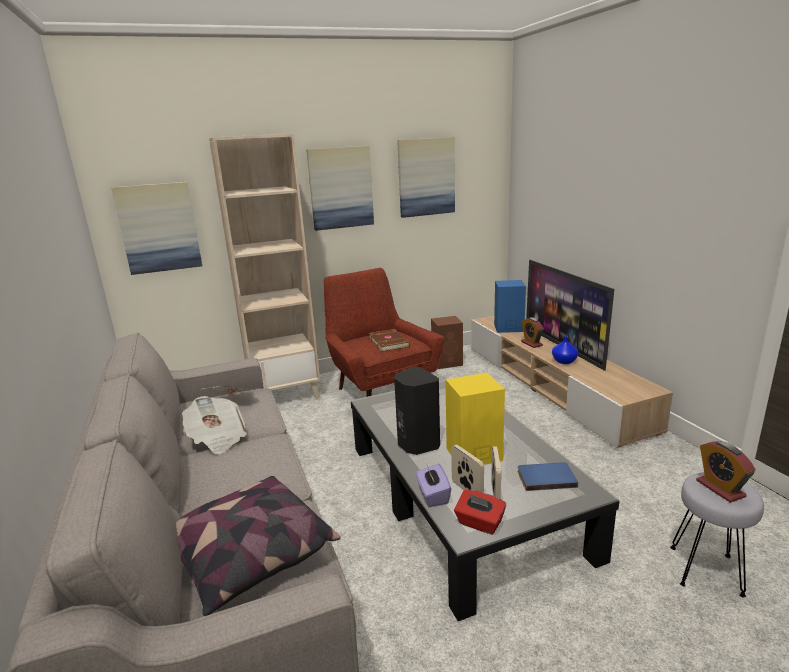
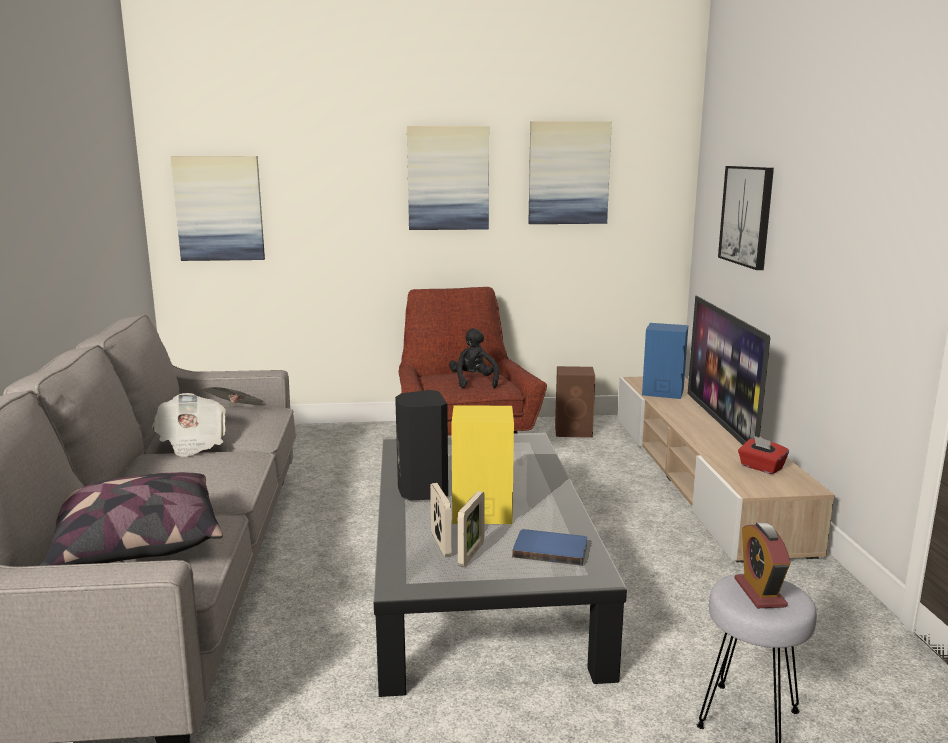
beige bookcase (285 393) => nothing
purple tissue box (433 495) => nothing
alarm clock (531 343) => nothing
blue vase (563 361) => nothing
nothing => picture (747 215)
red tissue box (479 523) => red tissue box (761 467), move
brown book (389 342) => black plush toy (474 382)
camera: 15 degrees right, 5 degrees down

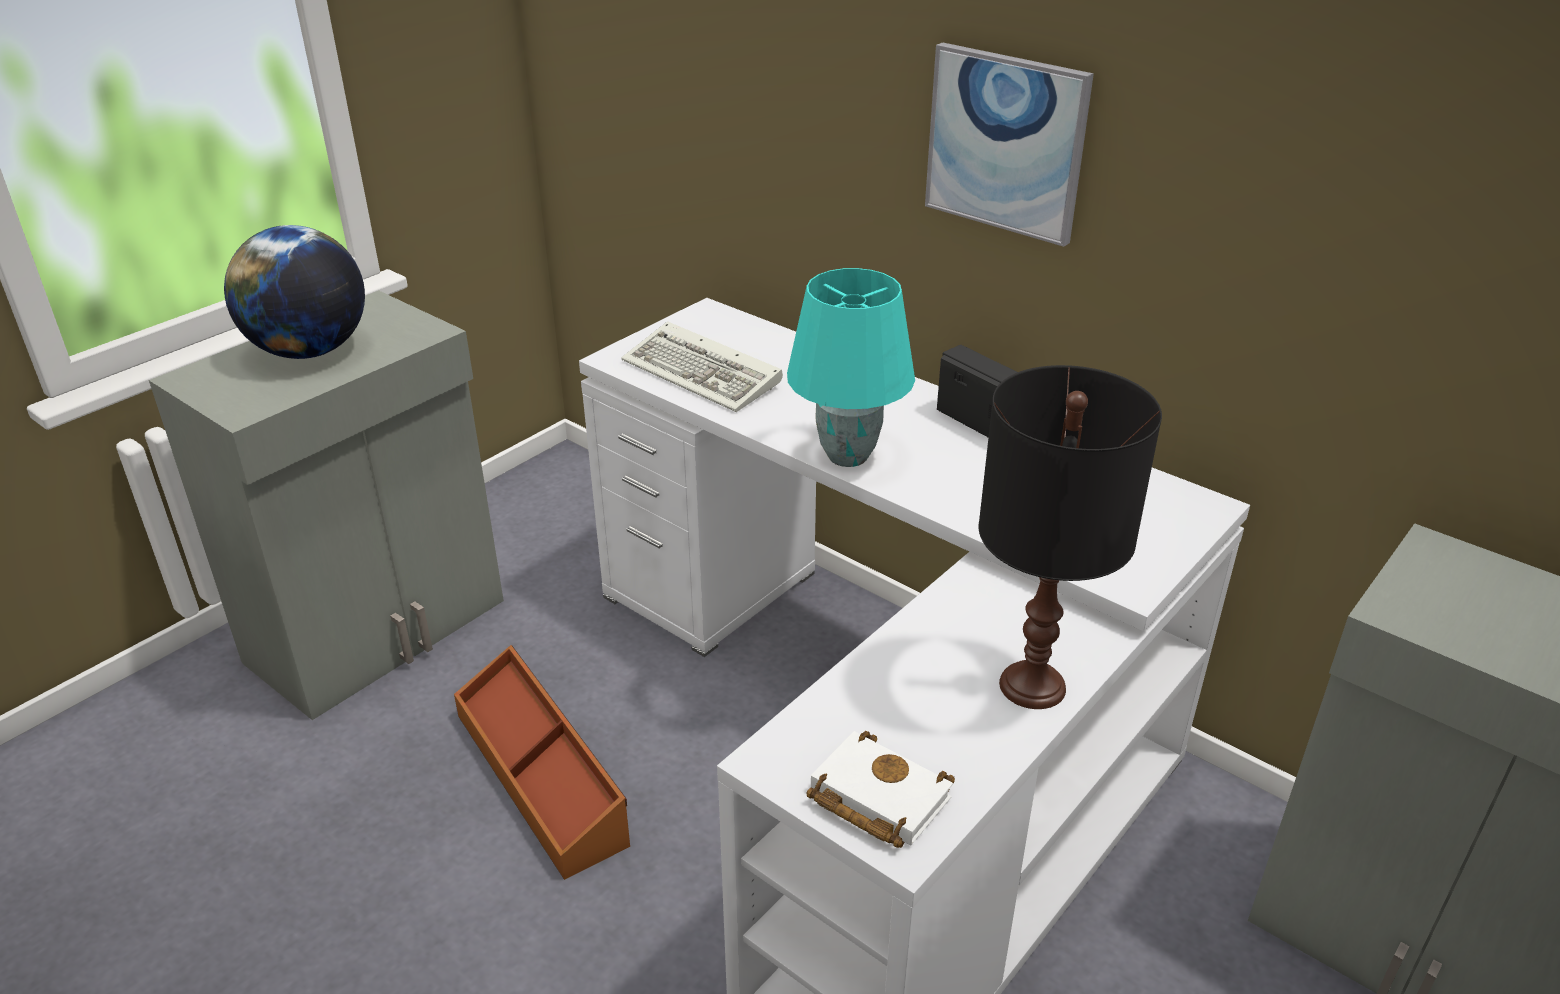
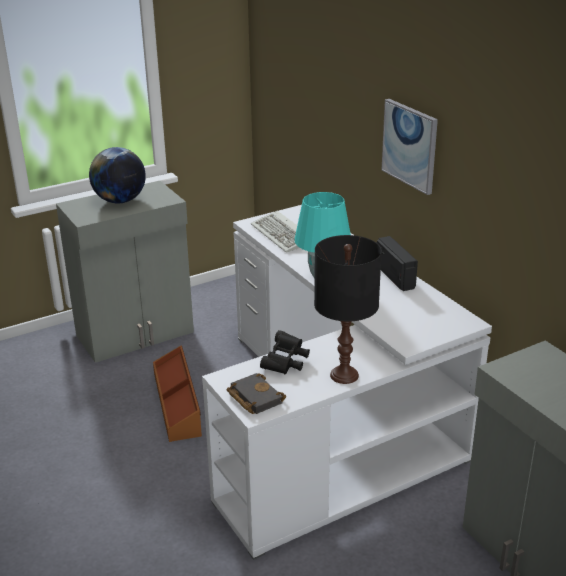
nothing => black binoculars (285 362)
white book (874 797) => black book (253 397)
camera: 20 degrees right, 5 degrees down

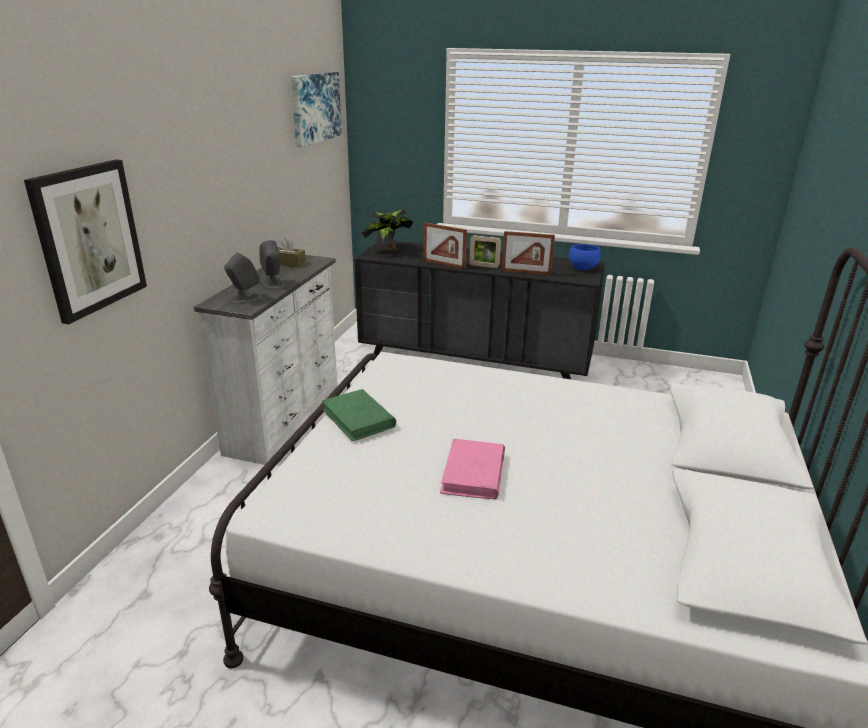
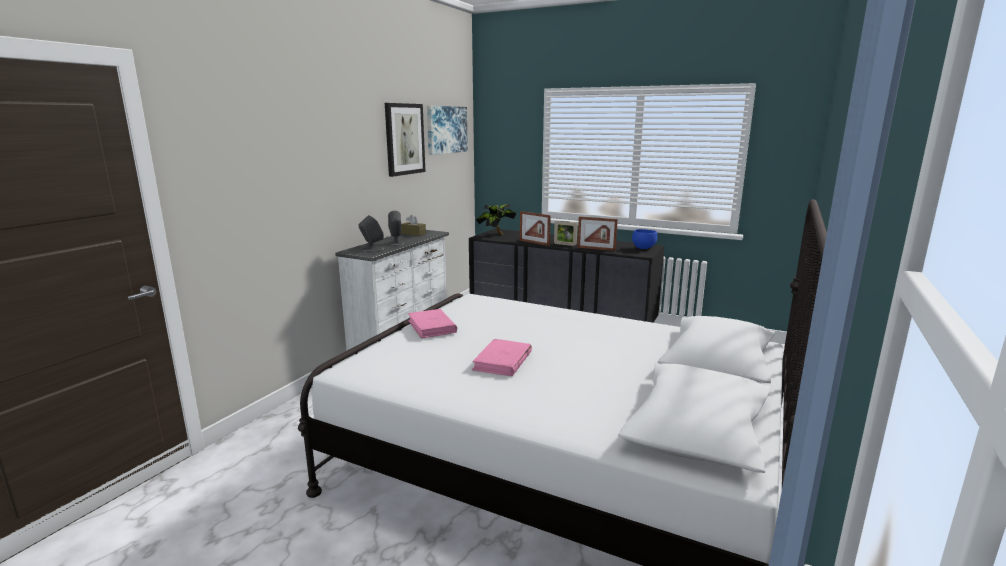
picture (89 239) => picture (404 139), move
green book (358 418) => pink book (432 326)
camera: 10 degrees right, 10 degrees down

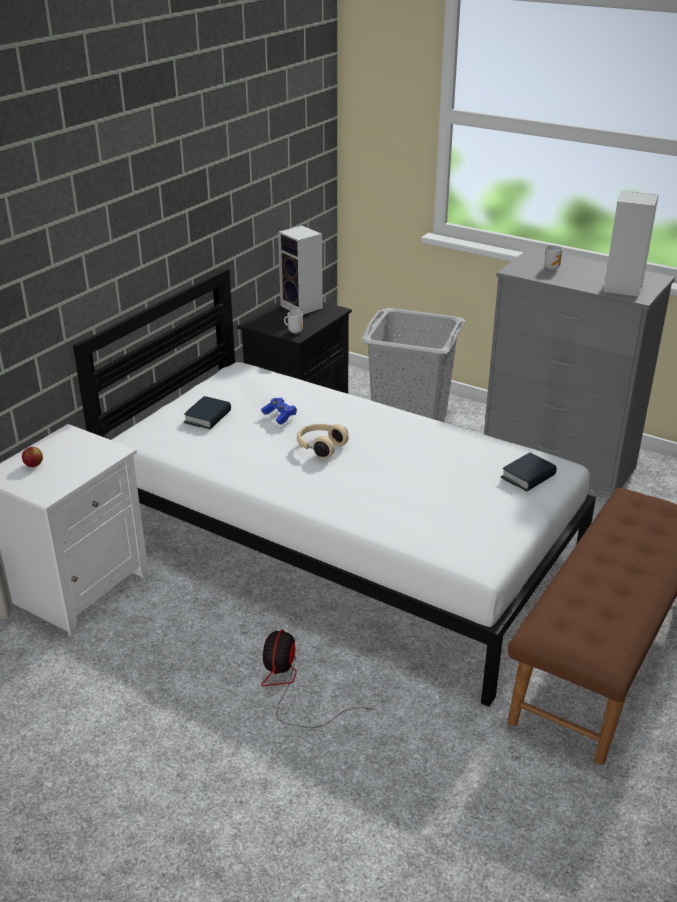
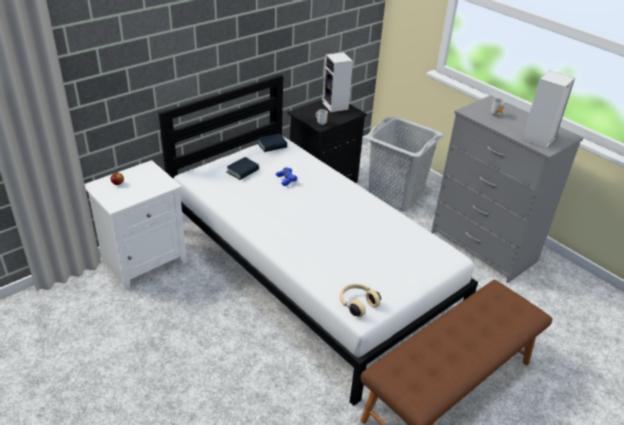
fan (292 688) => nothing
beige headphones (320 447) => beige headphones (357 304), move
book (528 477) => book (272 145), move
camera: 15 degrees right, 5 degrees up

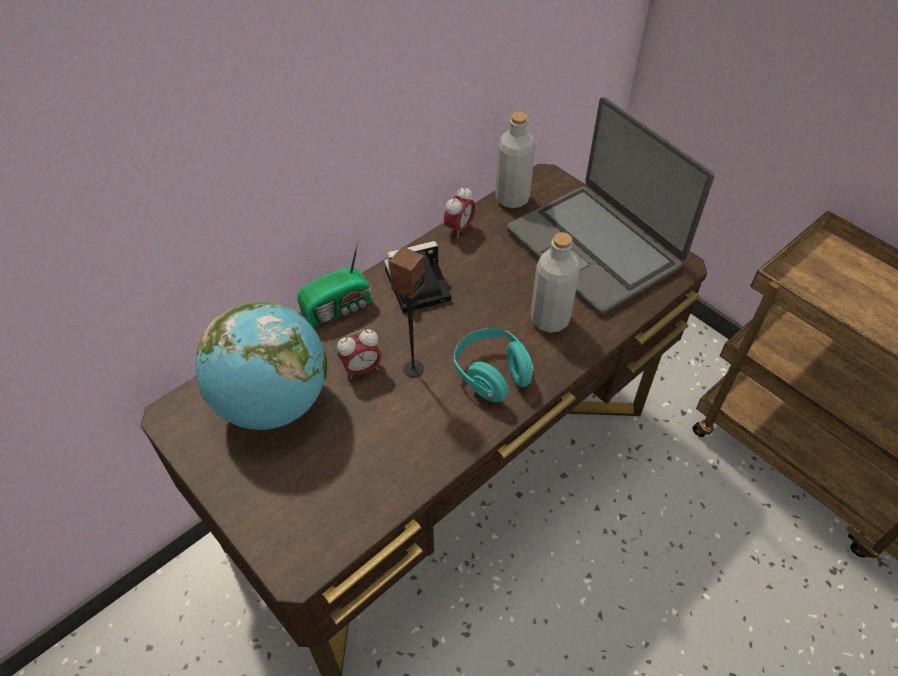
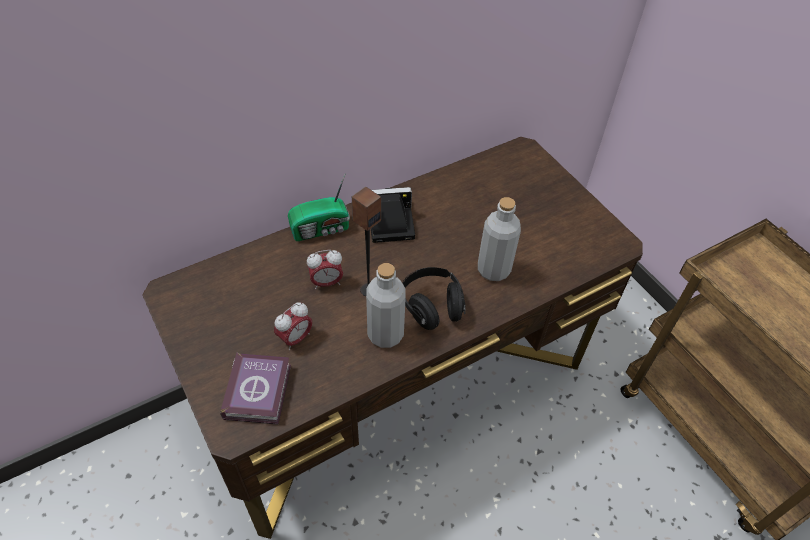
globe (273 403) => nothing
laptop (594 248) => nothing
nothing => book (259 390)
alarm clock (459 229) => alarm clock (295 338), move
grey bottle (512 198) => grey bottle (385 334), move
turquoise headphones (491 375) => black headphones (432 307)
camera: 10 degrees right, 0 degrees up

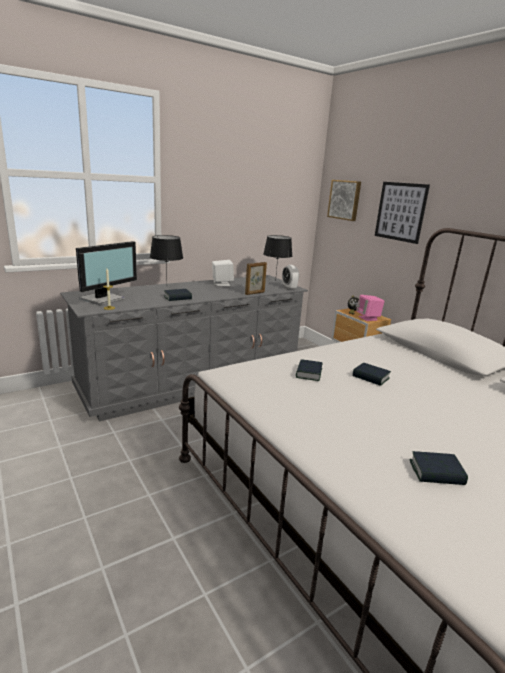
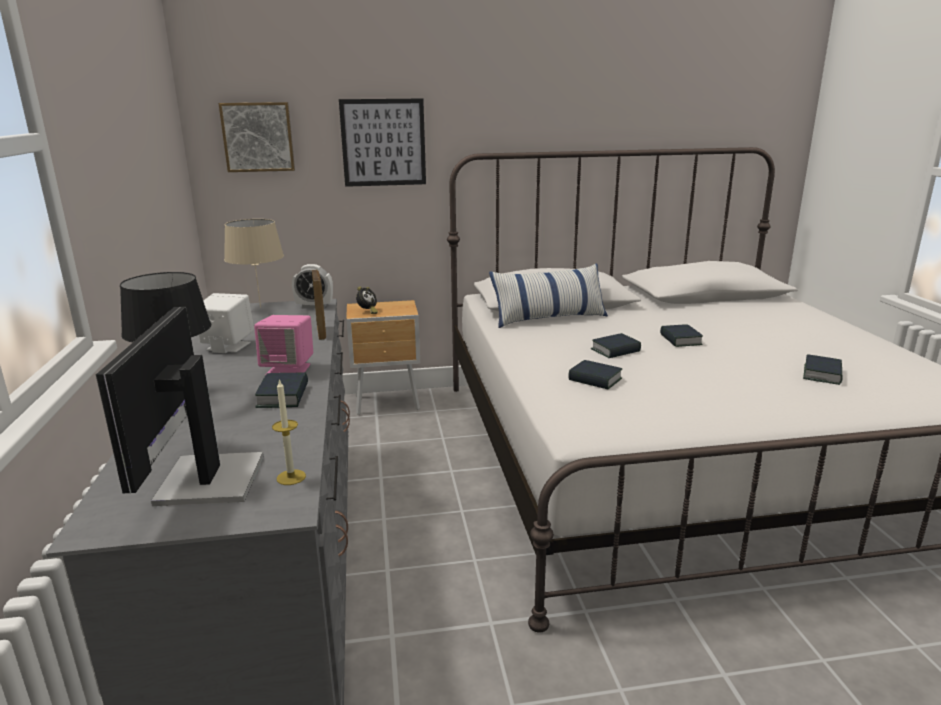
nothing => pillow (549 318)
nothing => book (680 340)
pink speaker (368 318) => pink speaker (289 370), move
black table lamp (275 281) => beige table lamp (260 307)
monitor (104 299) => monitor (205 481), 150 degrees counterclockwise
camera: 65 degrees left, 0 degrees up

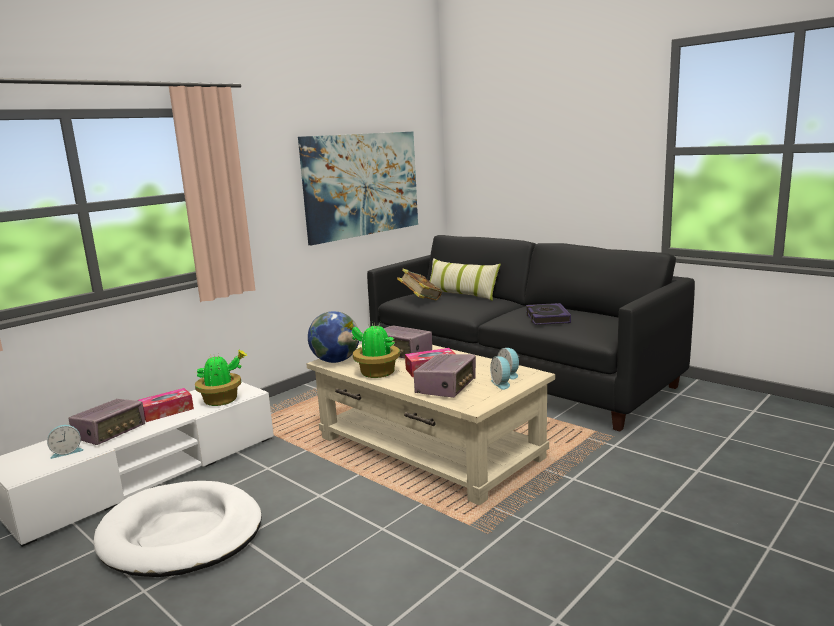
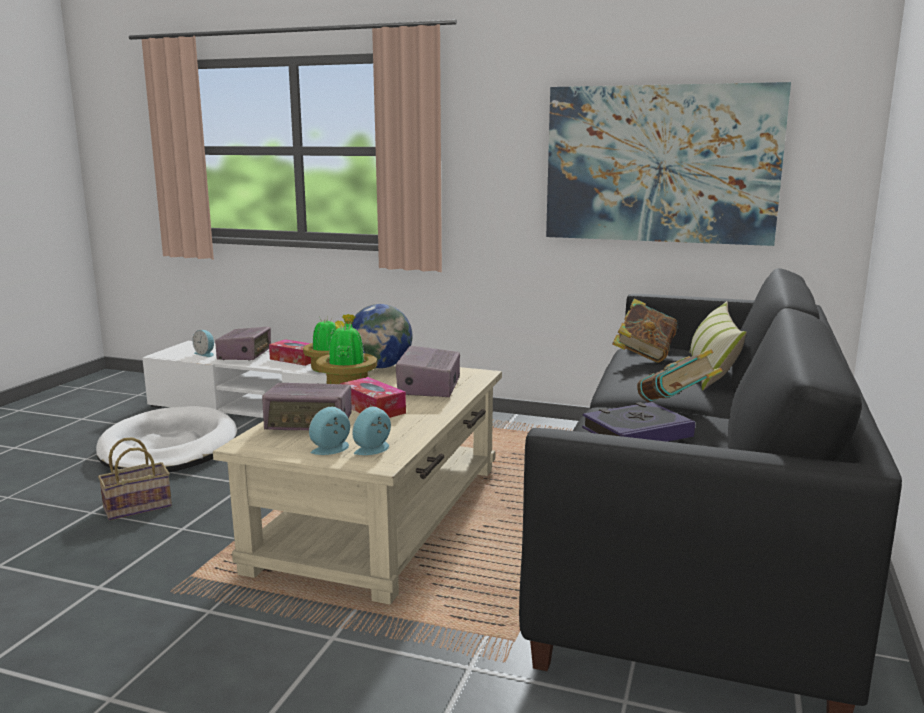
nothing => basket (139 506)
nothing => book (676 407)
radio (110 432) => radio (245 355), 90 degrees counterclockwise
camera: 65 degrees right, 0 degrees up

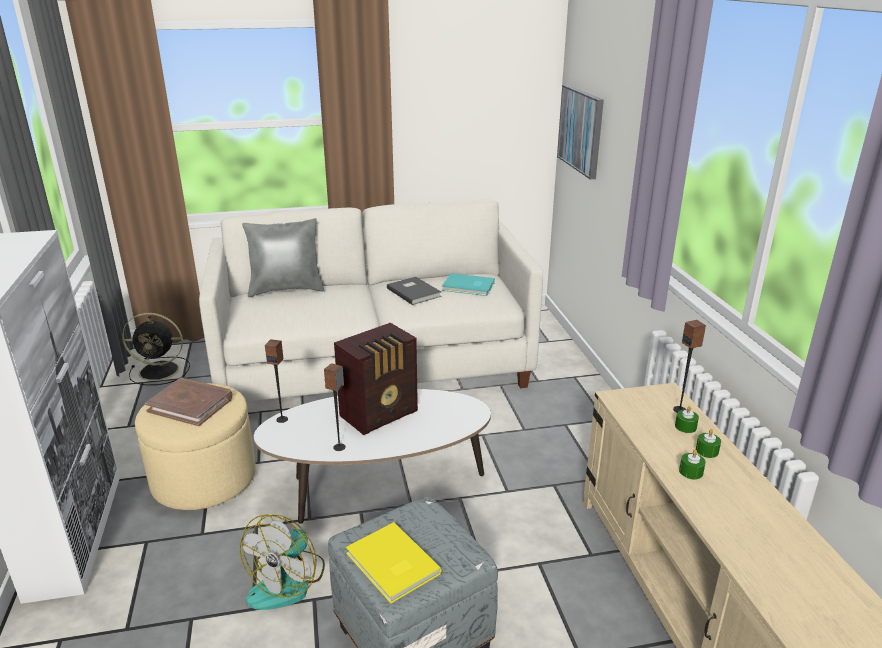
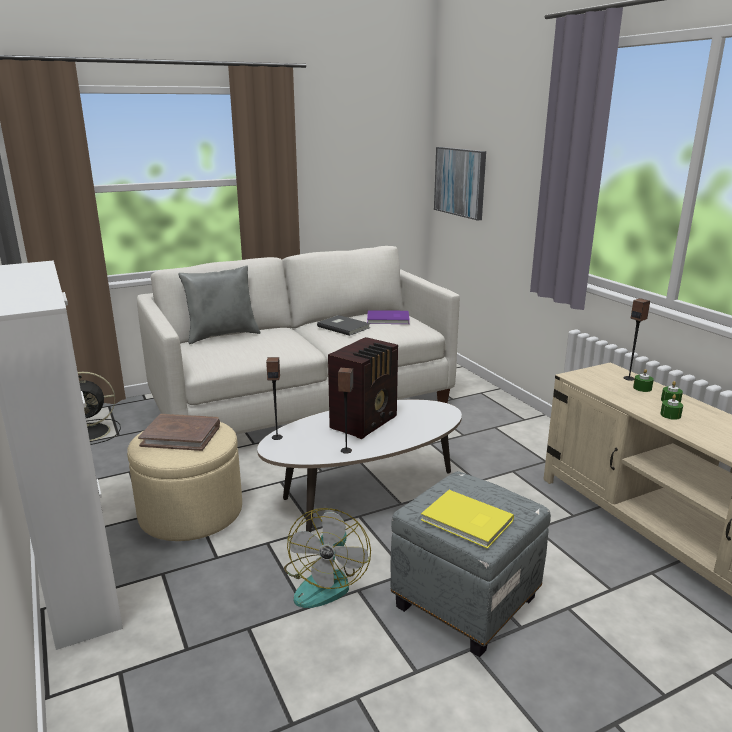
turquoise book (468 287) => purple book (388 319)
camera: 15 degrees left, 5 degrees down

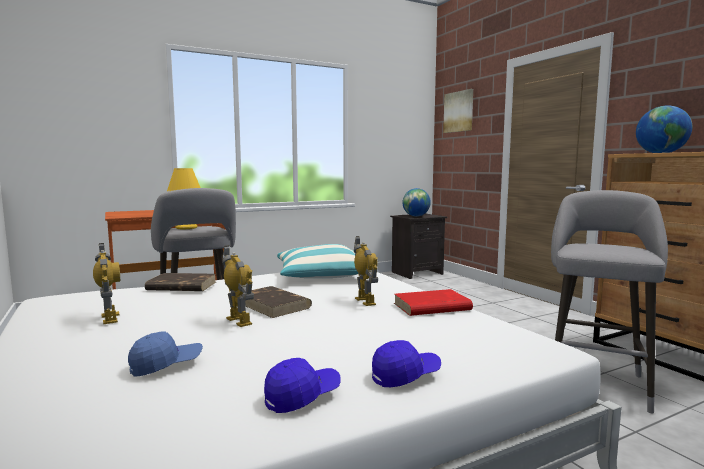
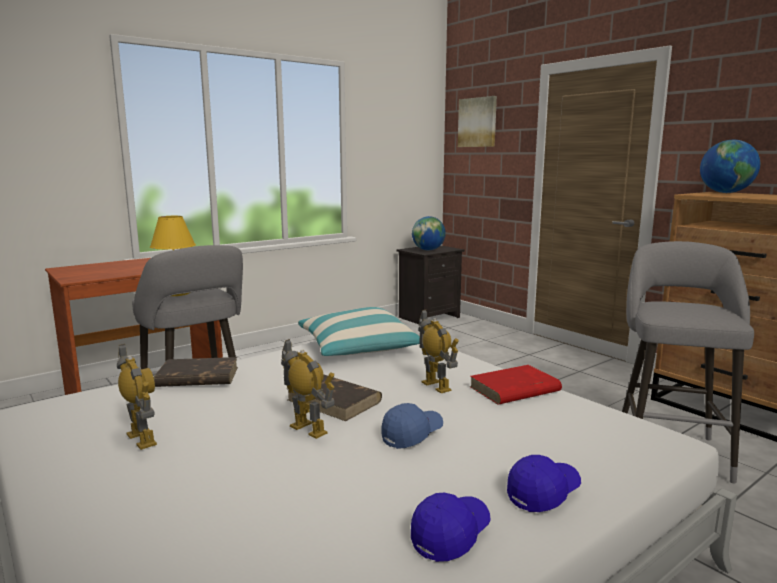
blue cap (166 365) => blue cap (412 435), move
camera: 10 degrees left, 5 degrees up

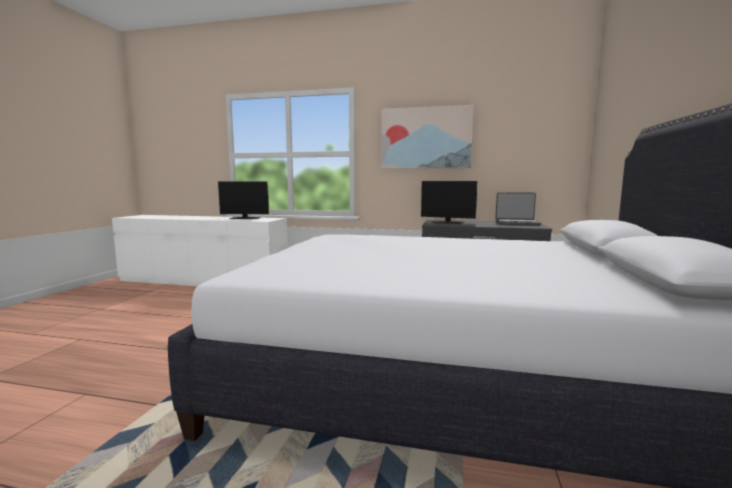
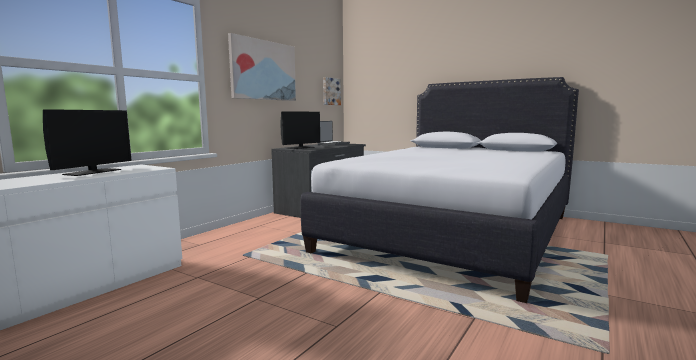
nothing => picture (331 91)
camera: 70 degrees left, 0 degrees up

